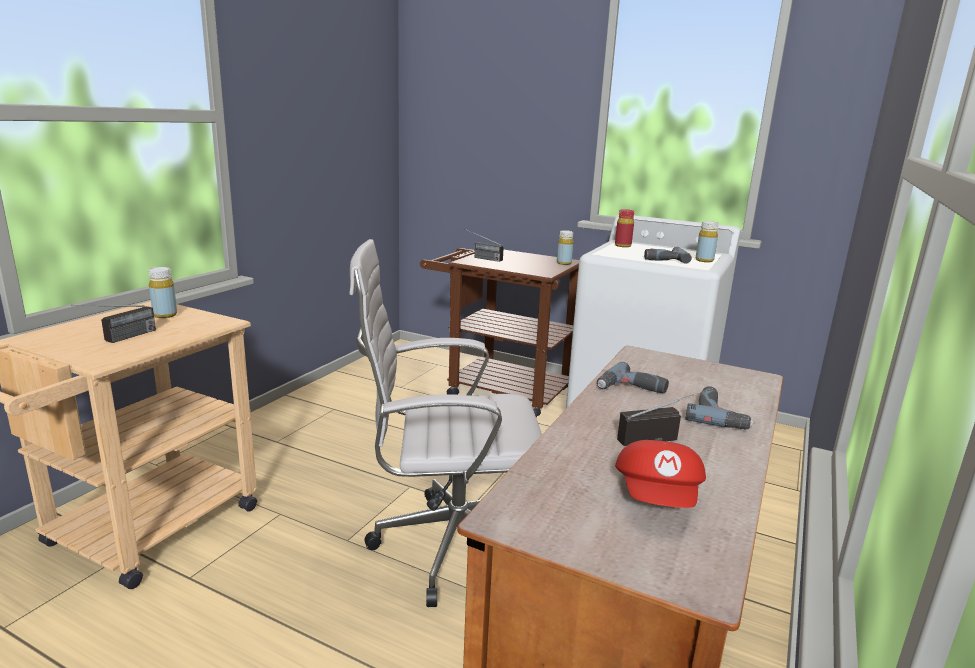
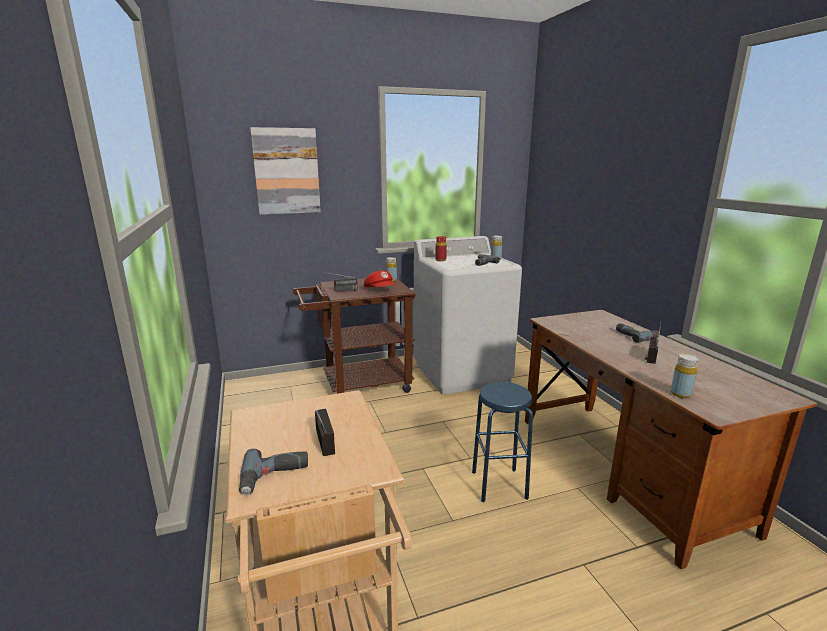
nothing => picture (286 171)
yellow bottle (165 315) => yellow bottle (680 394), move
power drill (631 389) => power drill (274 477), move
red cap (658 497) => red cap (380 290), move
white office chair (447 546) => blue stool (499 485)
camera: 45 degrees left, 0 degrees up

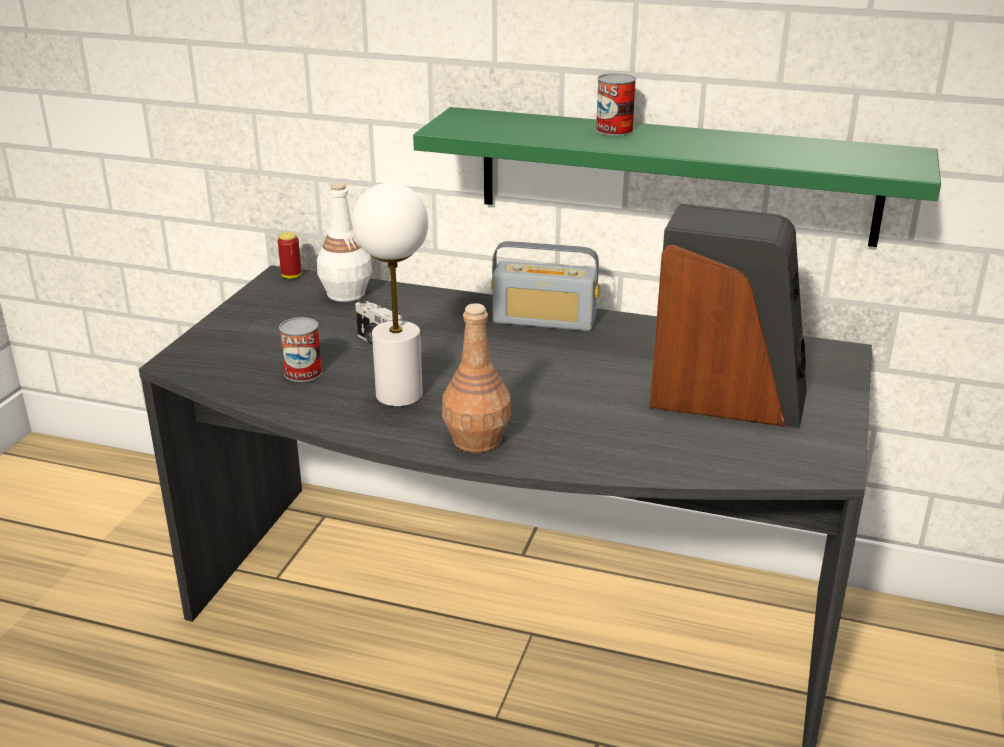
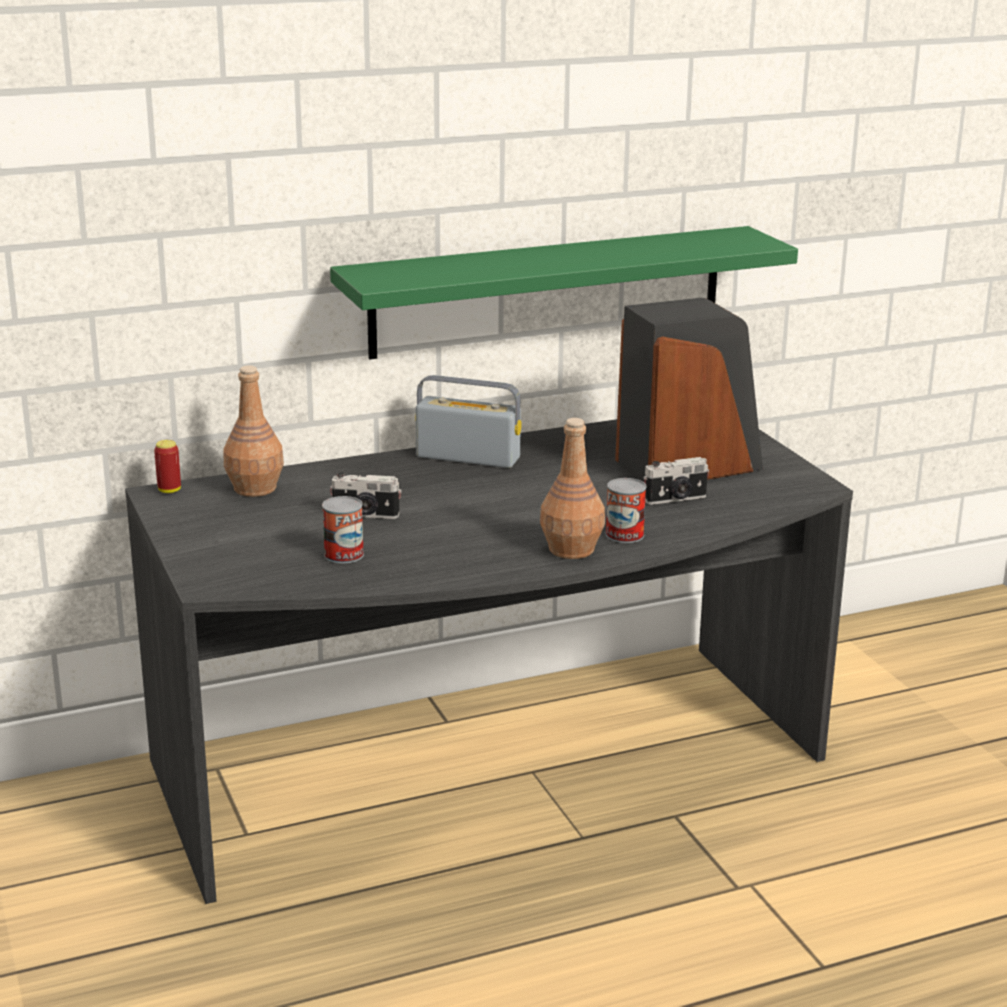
white table lamp (398 394) => nothing
nothing => photo camera (676 499)
can (614 130) => can (624 535), move
white bottle (345 294) => brown bottle (255 489)
radio (544 321) => radio (467 457), 135 degrees counterclockwise
camera: 40 degrees left, 5 degrees down

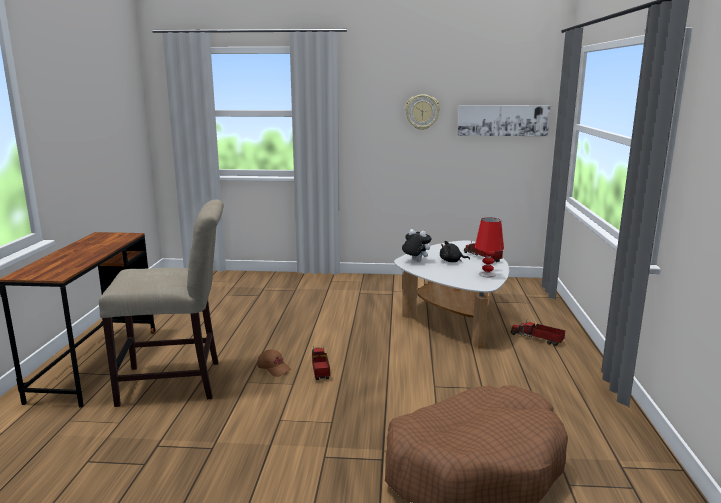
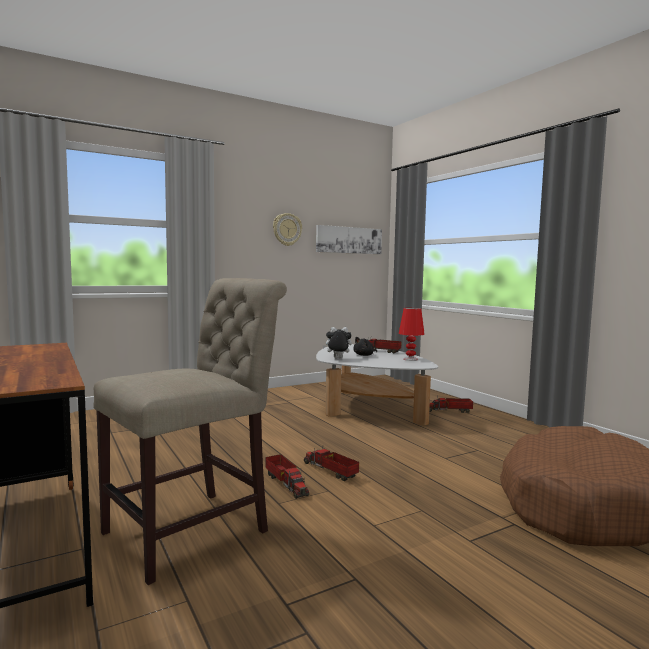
brown cap (274 368) => toy truck (286 483)
camera: 35 degrees left, 10 degrees down

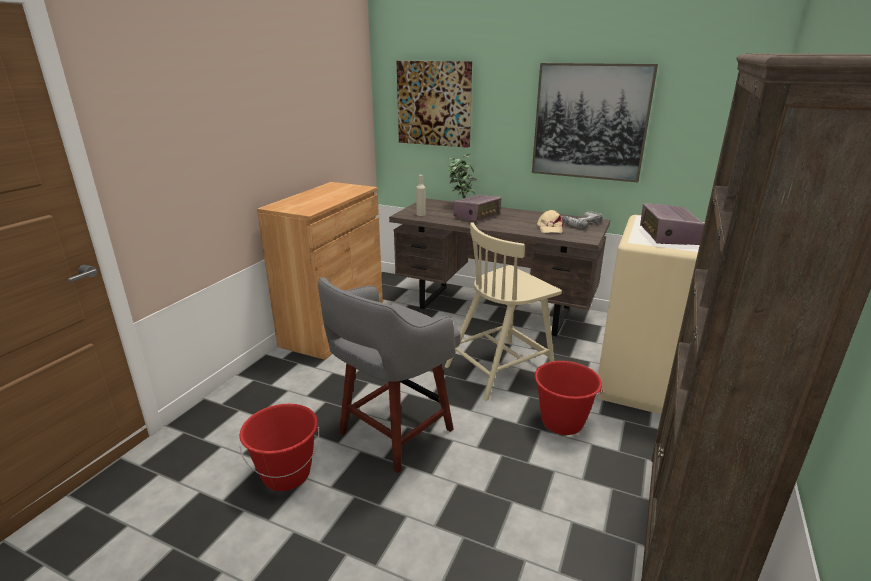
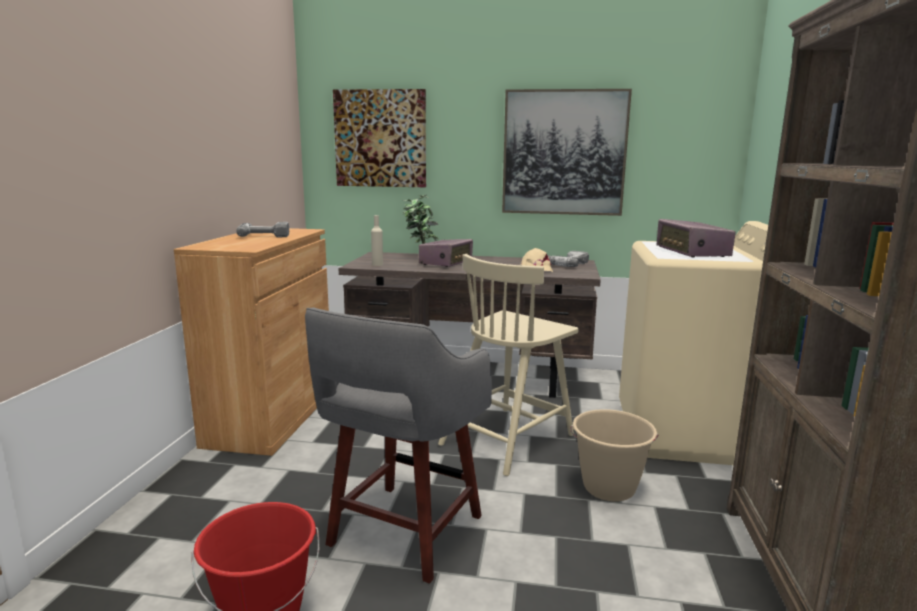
nothing => power drill (264 235)
red bucket (562 423) => beige bucket (609 488)
camera: 15 degrees left, 10 degrees down

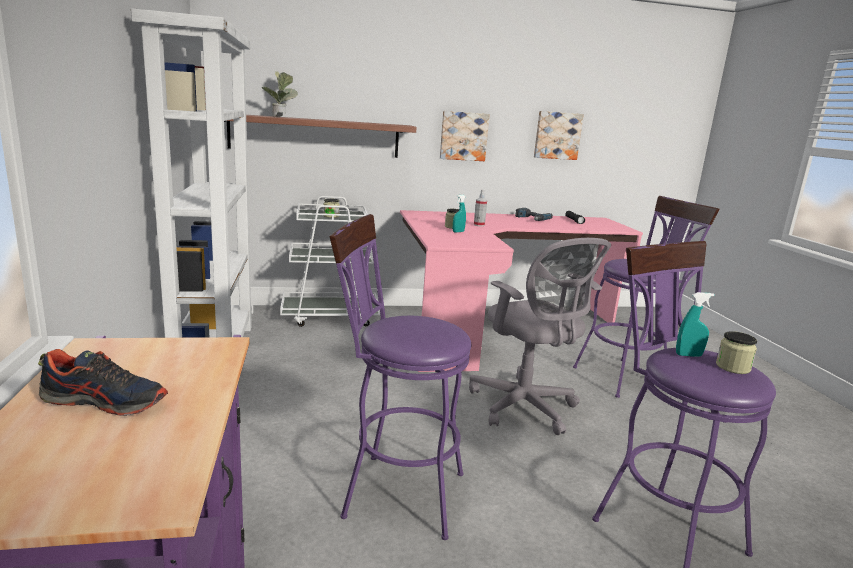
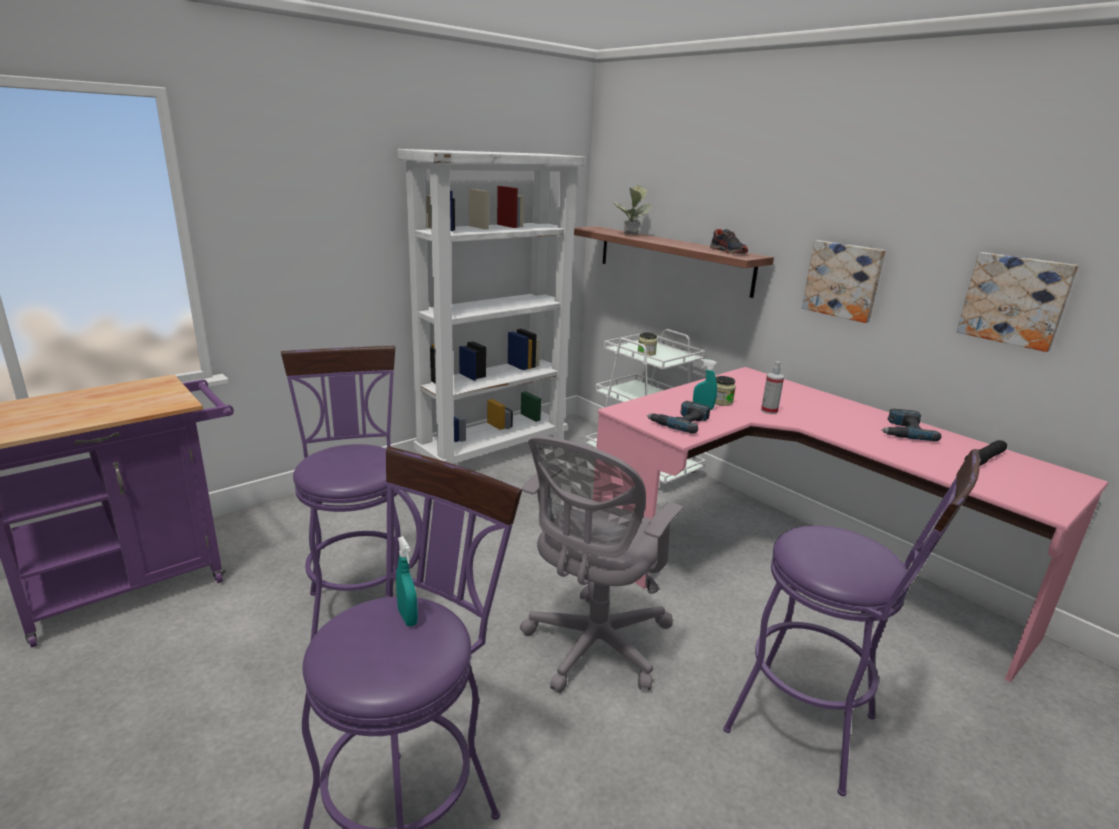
jar (732 367) => nothing
nothing => power drill (680 422)
shoe (105 401) => shoe (728 252), move
camera: 60 degrees right, 5 degrees up

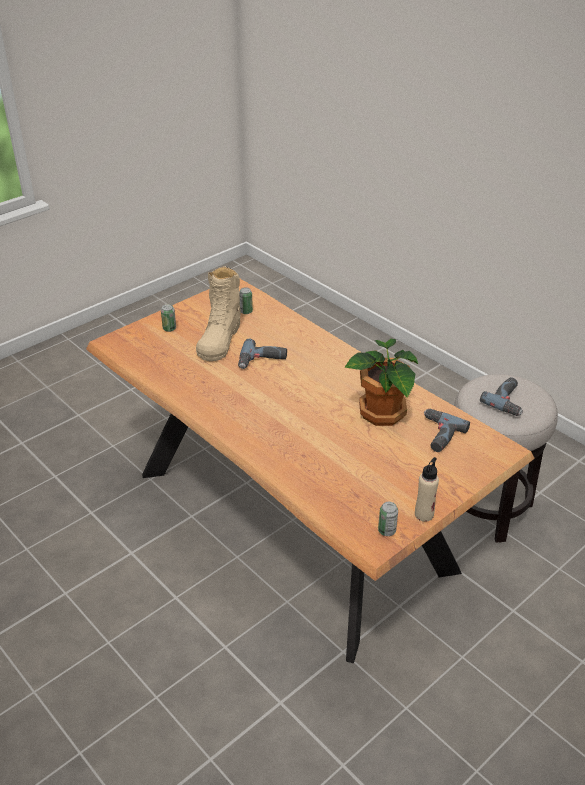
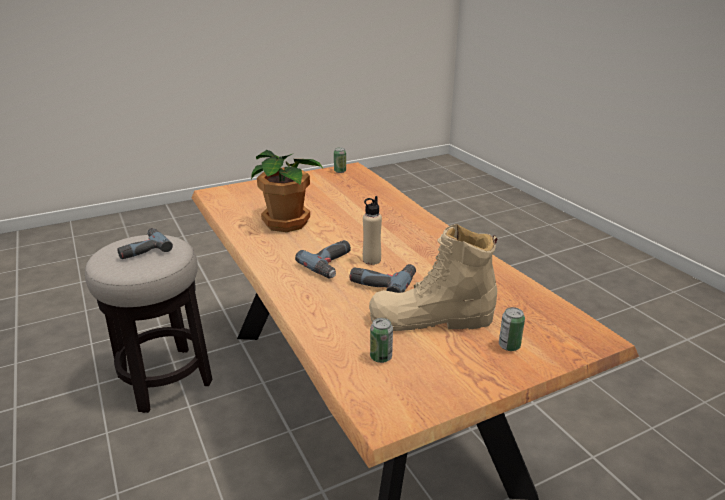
beige bottle (424 514) => beige bottle (371 260), move
power drill (437 434) => power drill (332 264), move
beige boot (220 338) => beige boot (431 319), 120 degrees counterclockwise
camera: 165 degrees left, 10 degrees down

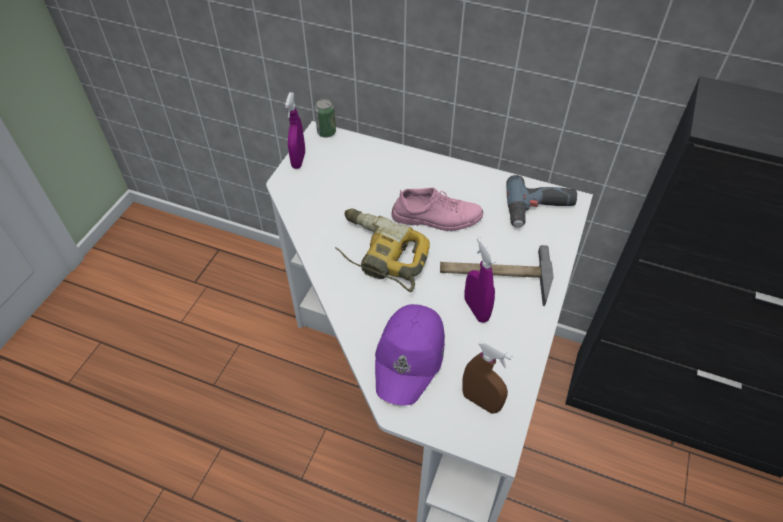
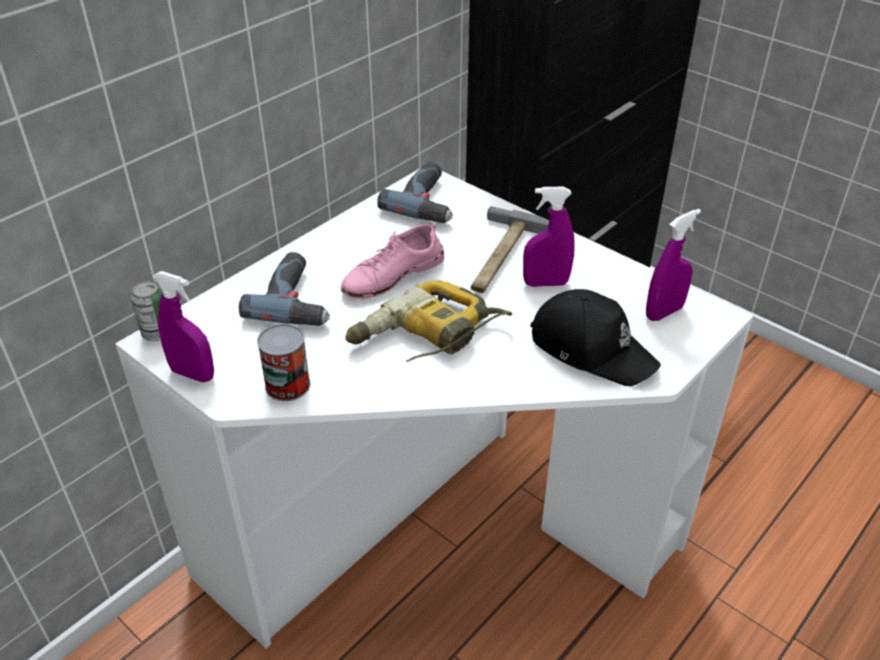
nothing => power drill (298 299)
nothing => can (287 385)
purple cap (410 357) => black cap (591 348)
brown spray bottle (481 401) => purple spray bottle (664 312)
pink shoe (436 217) => pink shoe (393 275), 150 degrees counterclockwise
camera: 70 degrees left, 10 degrees down

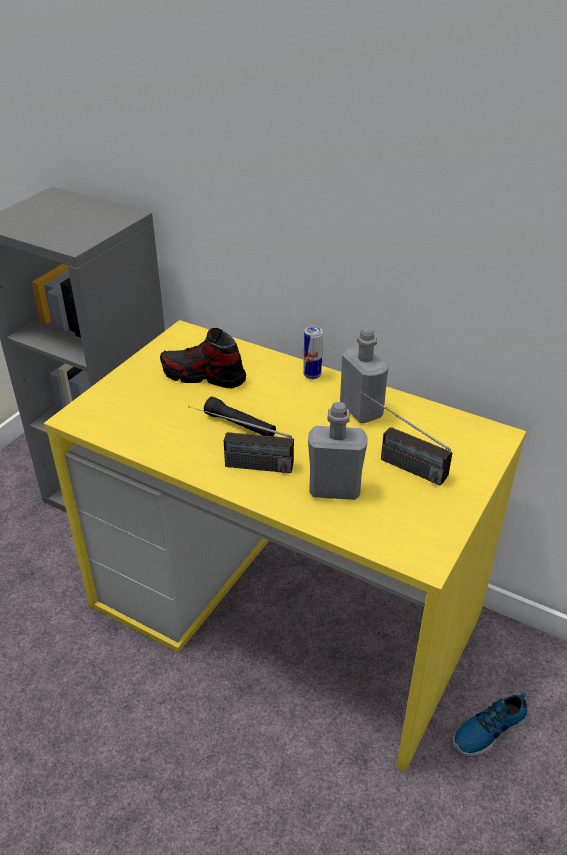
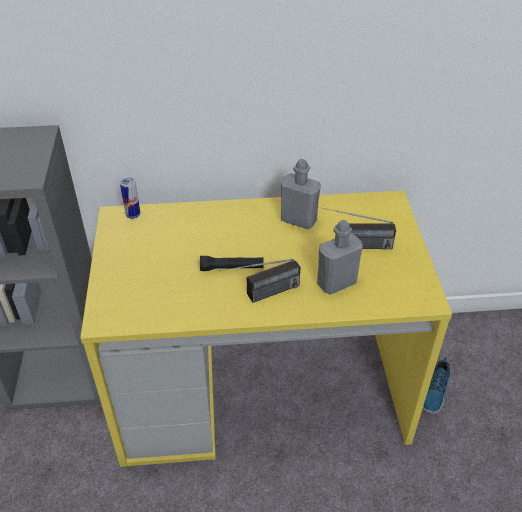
shoe (203 376) => nothing
can (312 375) => can (133 215), move
camera: 35 degrees left, 5 degrees up

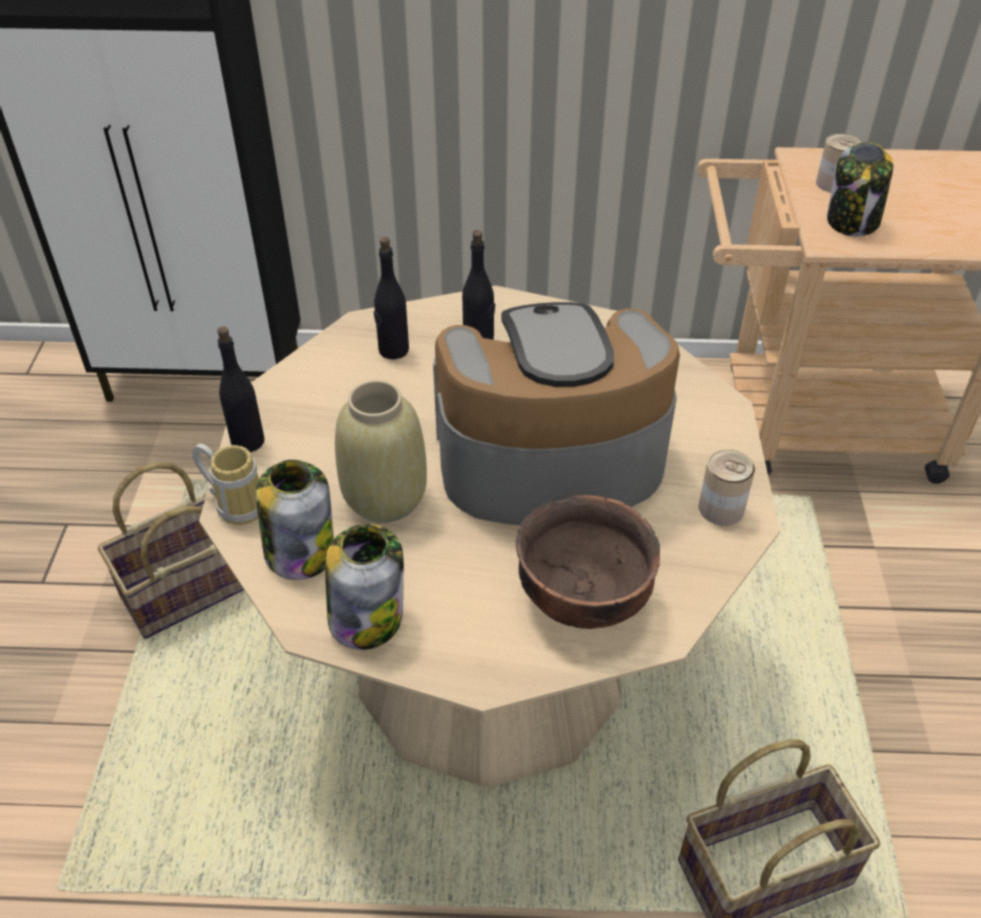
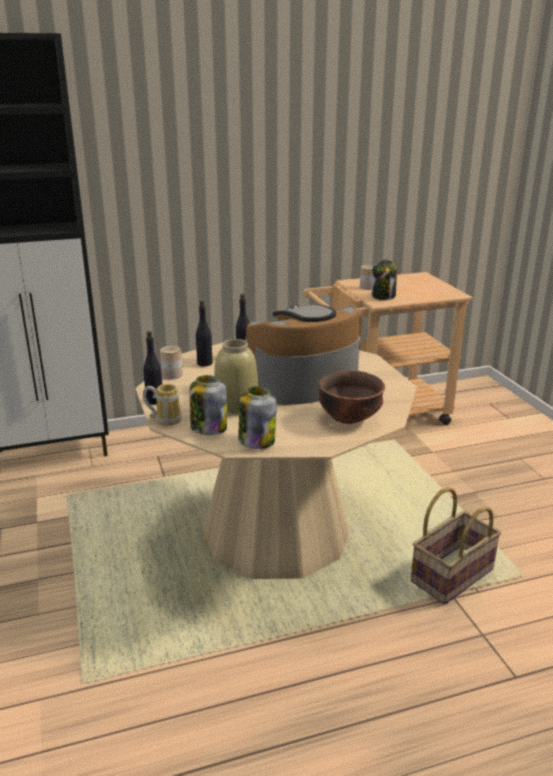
basket (191 586) => nothing
can (721 508) => can (172 375), move
camera: 20 degrees left, 20 degrees down

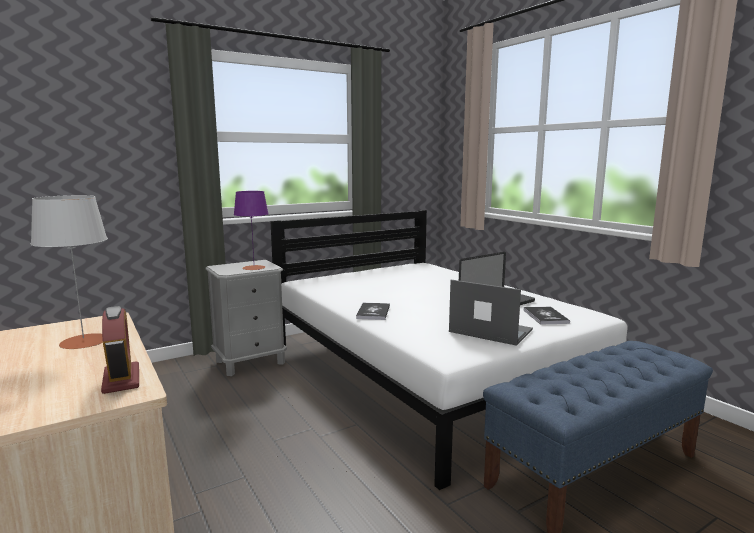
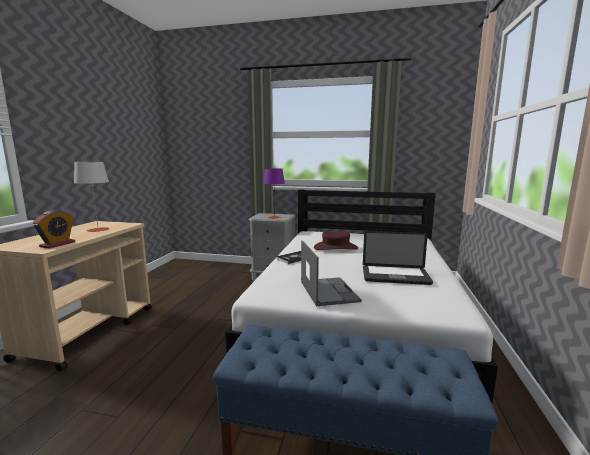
book (545 316) => nothing
nothing => brown hat (335 248)
camera: 45 degrees right, 0 degrees up

